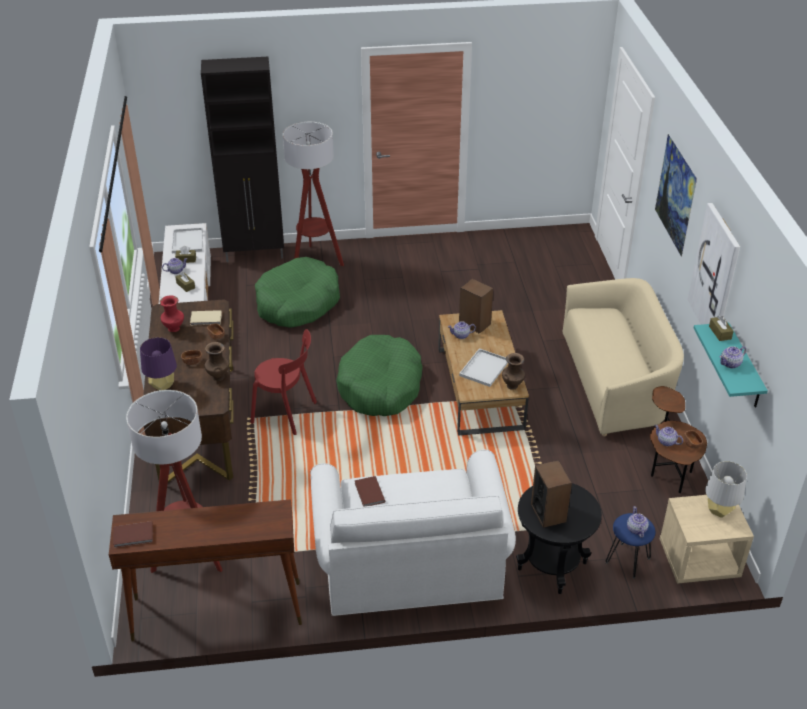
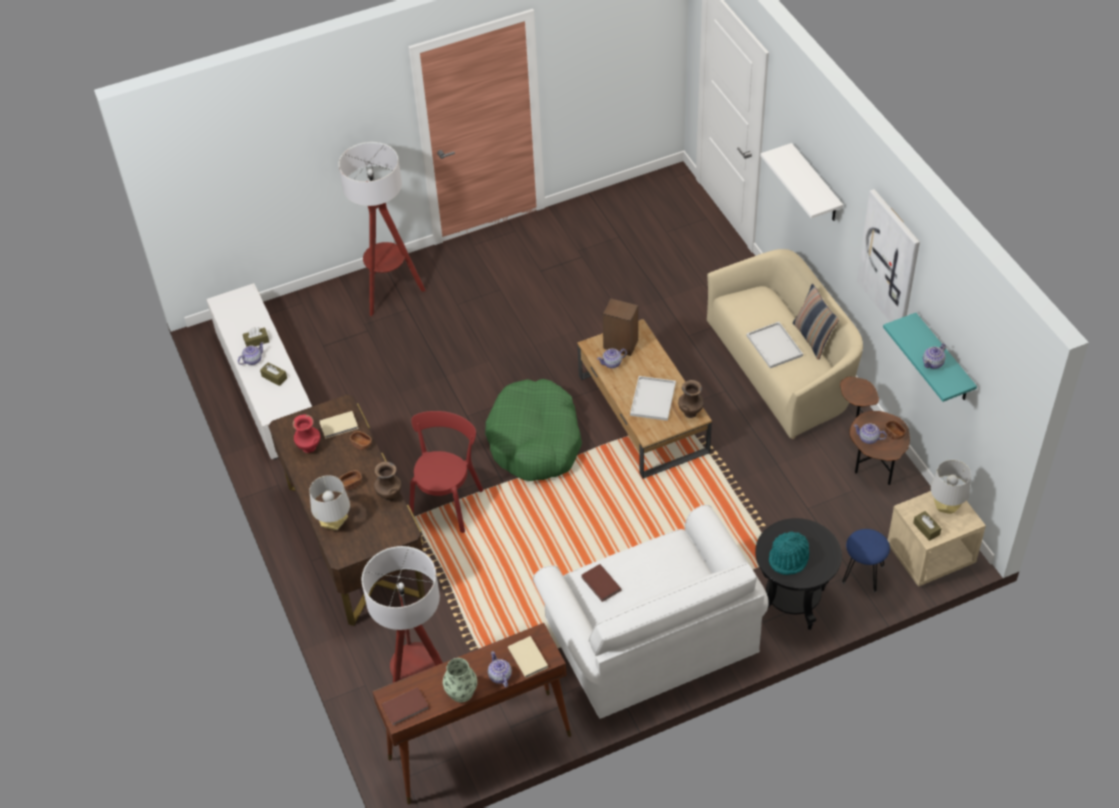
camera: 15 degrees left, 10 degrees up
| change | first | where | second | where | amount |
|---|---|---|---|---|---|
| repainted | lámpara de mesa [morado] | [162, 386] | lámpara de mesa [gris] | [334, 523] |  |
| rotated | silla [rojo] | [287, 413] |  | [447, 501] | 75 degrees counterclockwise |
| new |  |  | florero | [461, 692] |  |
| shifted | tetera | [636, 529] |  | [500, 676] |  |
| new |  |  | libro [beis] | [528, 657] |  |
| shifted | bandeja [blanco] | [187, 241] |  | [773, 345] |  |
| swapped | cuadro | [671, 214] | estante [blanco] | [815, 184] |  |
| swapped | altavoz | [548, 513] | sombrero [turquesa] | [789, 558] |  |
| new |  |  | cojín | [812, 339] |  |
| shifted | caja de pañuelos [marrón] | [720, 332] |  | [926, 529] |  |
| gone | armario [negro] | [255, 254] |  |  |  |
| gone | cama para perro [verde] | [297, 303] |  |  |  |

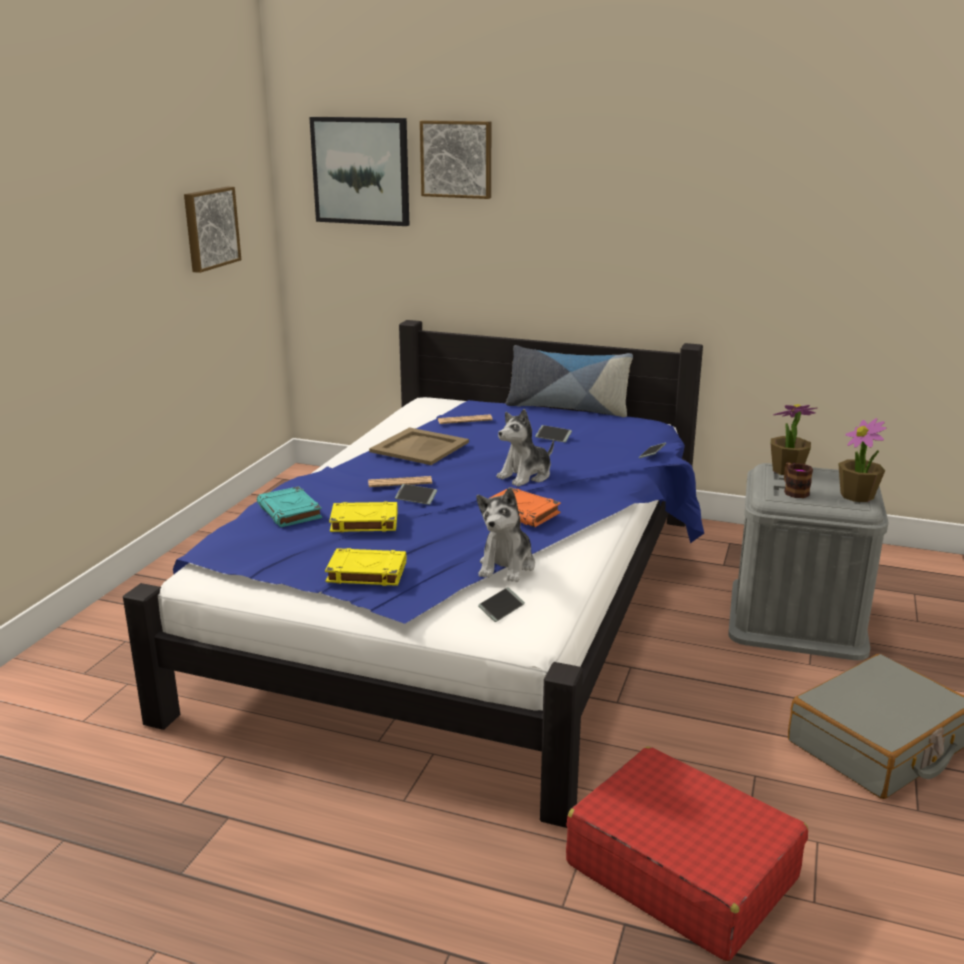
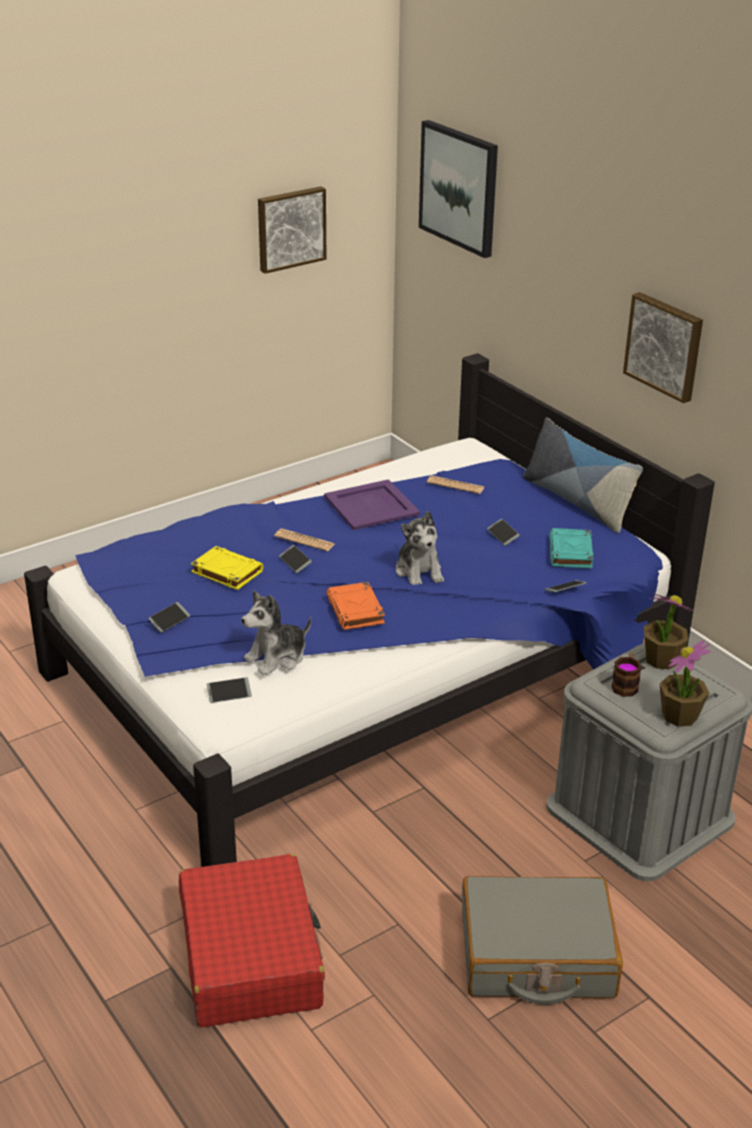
camera: 35 degrees right, 10 degrees up
| change | first | where | second | where | amount |
|---|---|---|---|---|---|
| swapped | libro [amarillo] | [365, 572] | móvil | [169, 621] |  |
| repainted | bandeja [beis] | [420, 447] | bandeja [morado] | [372, 505] |  |
| rotated | peluche | [526, 476] |  | [419, 572] | 105 degrees counterclockwise |
| shifted | libro [turquesa] | [290, 512] |  | [571, 553] |  |
| shifted | cuadro | [457, 159] |  | [665, 346] |  |

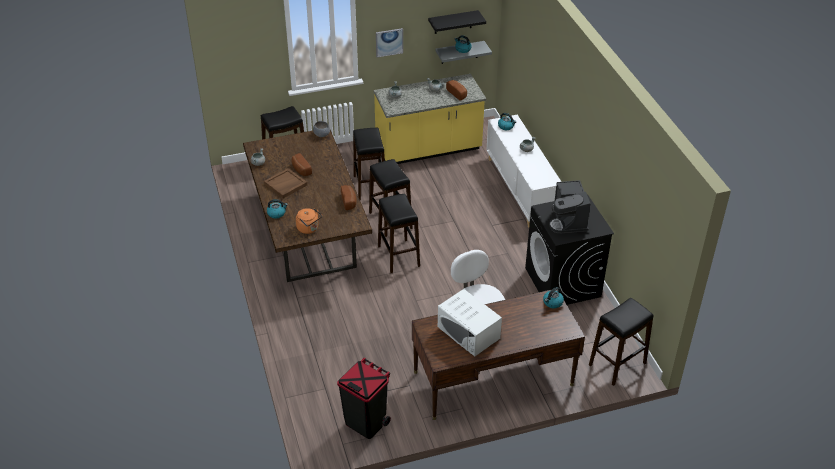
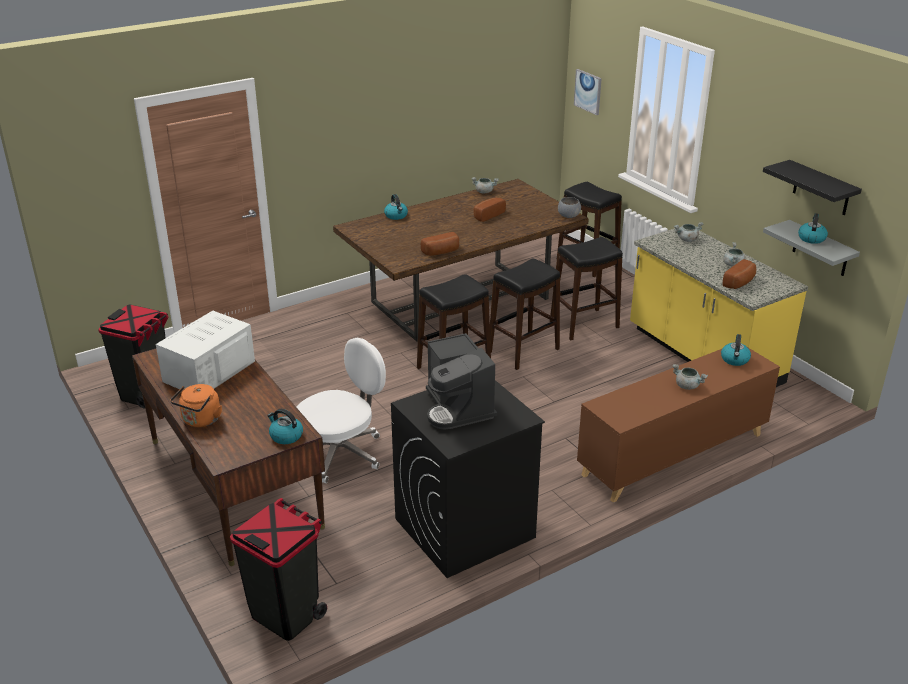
camera: 75 degrees right, 10 degrees down
| change | first | where | second | where | amount |
|---|---|---|---|---|---|
| shifted | hervidor [naranja] | [309, 229] |  | [200, 421] |  |
| swapped | taburete [negro] | [617, 364] | papelera [negro] | [286, 614] |  |
| rotated | cafetera | [568, 221] |  | [458, 408] | 90 degrees counterclockwise |
| shifted | cuadro | [389, 42] |  | [588, 91] |  |
| repainted | armario [blanco] | [520, 190] | armario [marrón] | [672, 455] |  |
| gone | bandeja [marrón] | [285, 185] |  |  |  |

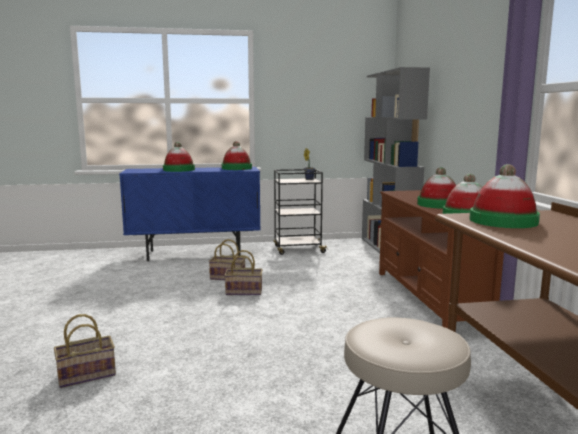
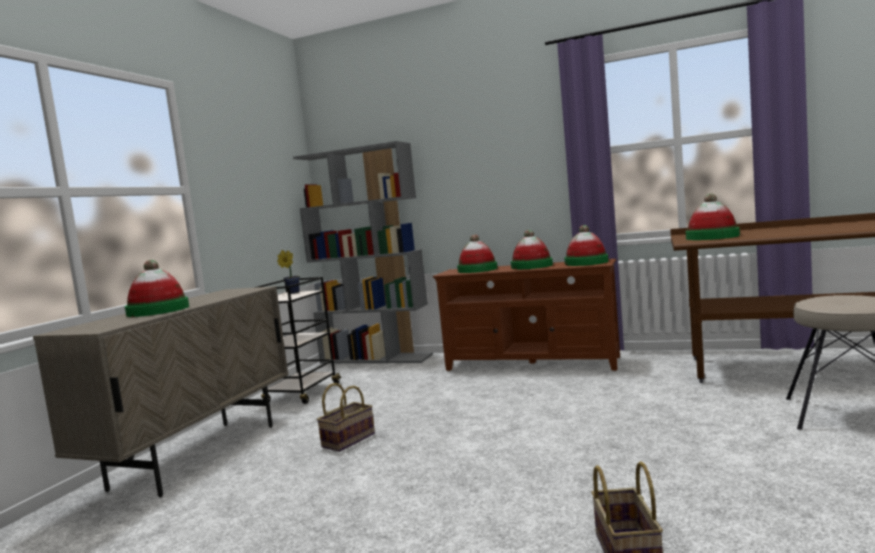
camera: 60 degrees left, 5 degrees down
| change | first | where | second | where | amount |
|---|---|---|---|---|---|
| repainted | armario [azul] | [195, 254] | armario [beis] | [198, 455] |  |
| shifted | sombrero | [236, 168] |  | [477, 270] |  |
| gone | cesta | [245, 291] |  |  |  |

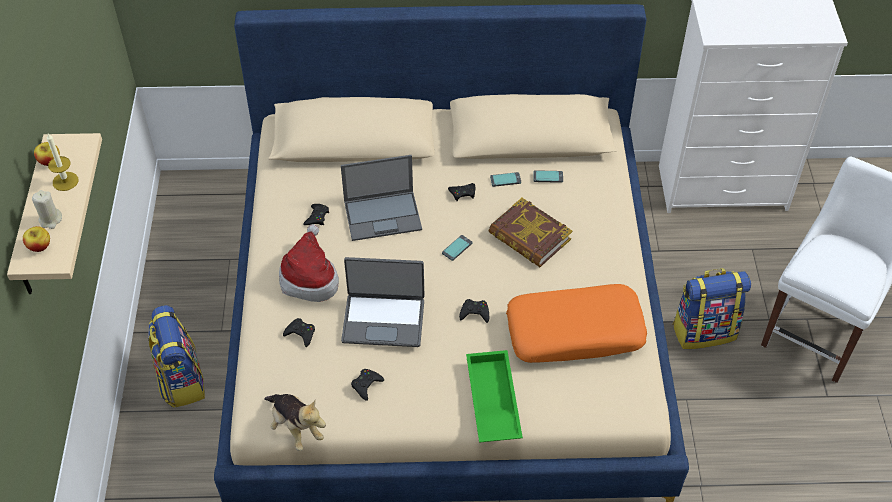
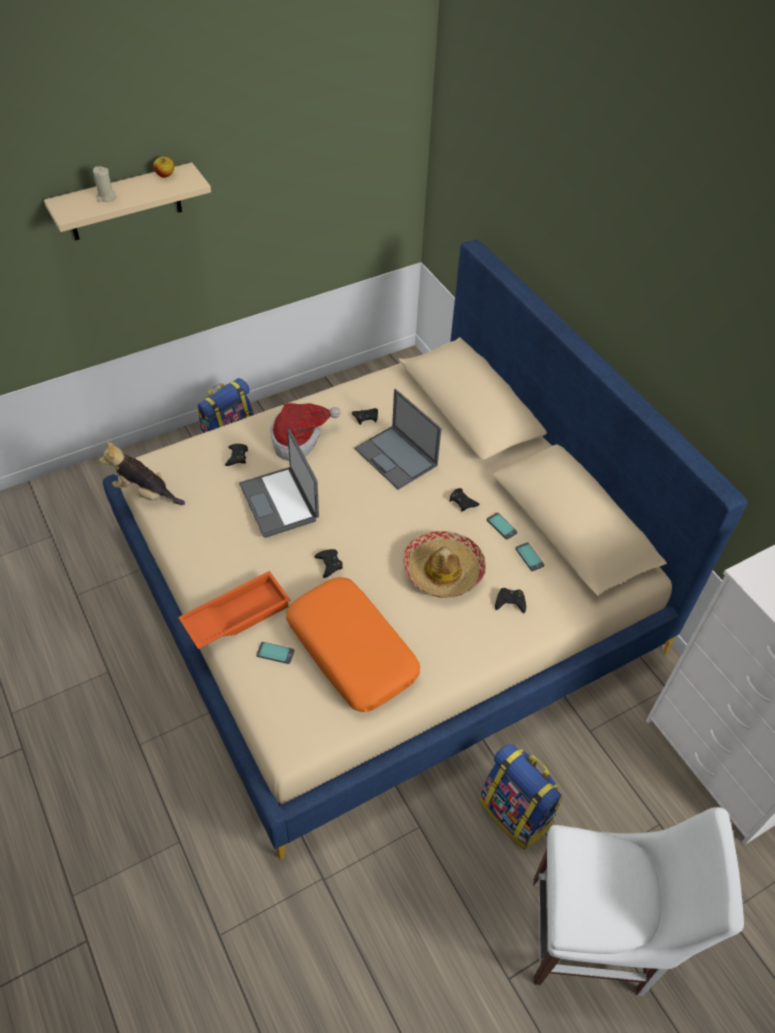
camera: 60 degrees right, 0 degrees up
| change | first | where | second | where | amount |
|---|---|---|---|---|---|
| rotated | peluche | [295, 427] |  | [145, 493] | 90 degrees clockwise |
| repainted | bandeja [verde] | [491, 401] | bandeja [naranja] | [236, 614] |  |
| shifted | móvil | [457, 248] |  | [275, 653] |  |
| swapped | libro | [529, 237] | sombrero | [443, 571] |  |
| shifted | mando de consola [negro] | [366, 385] |  | [510, 602] |  |
| gone | manzana | [39, 246] |  |  |  |
| gone | vela | [65, 181] |  |  |  |

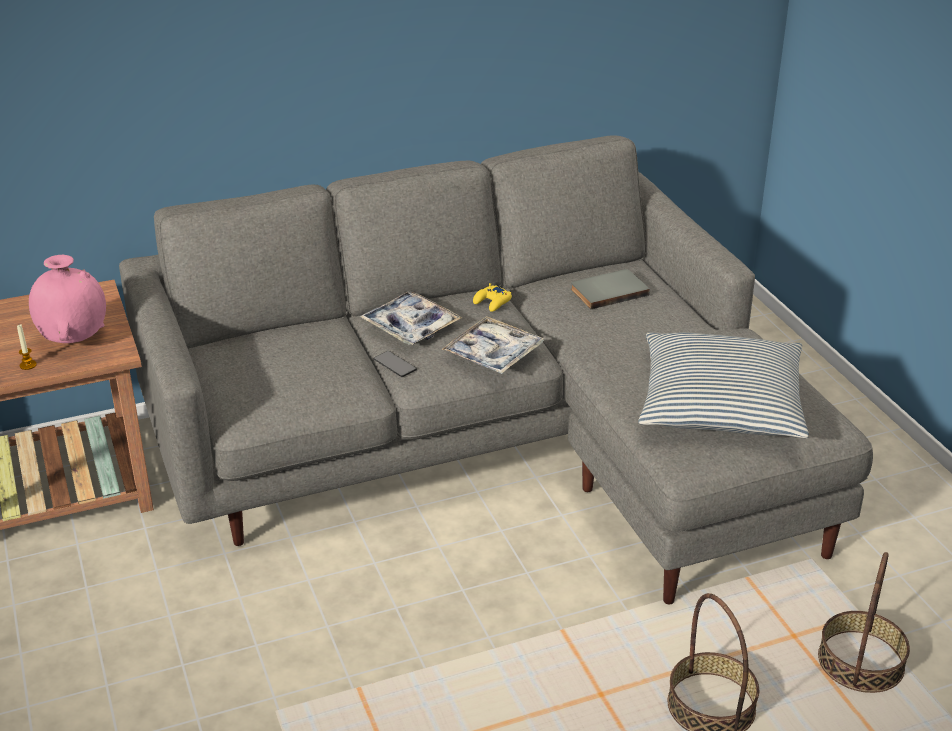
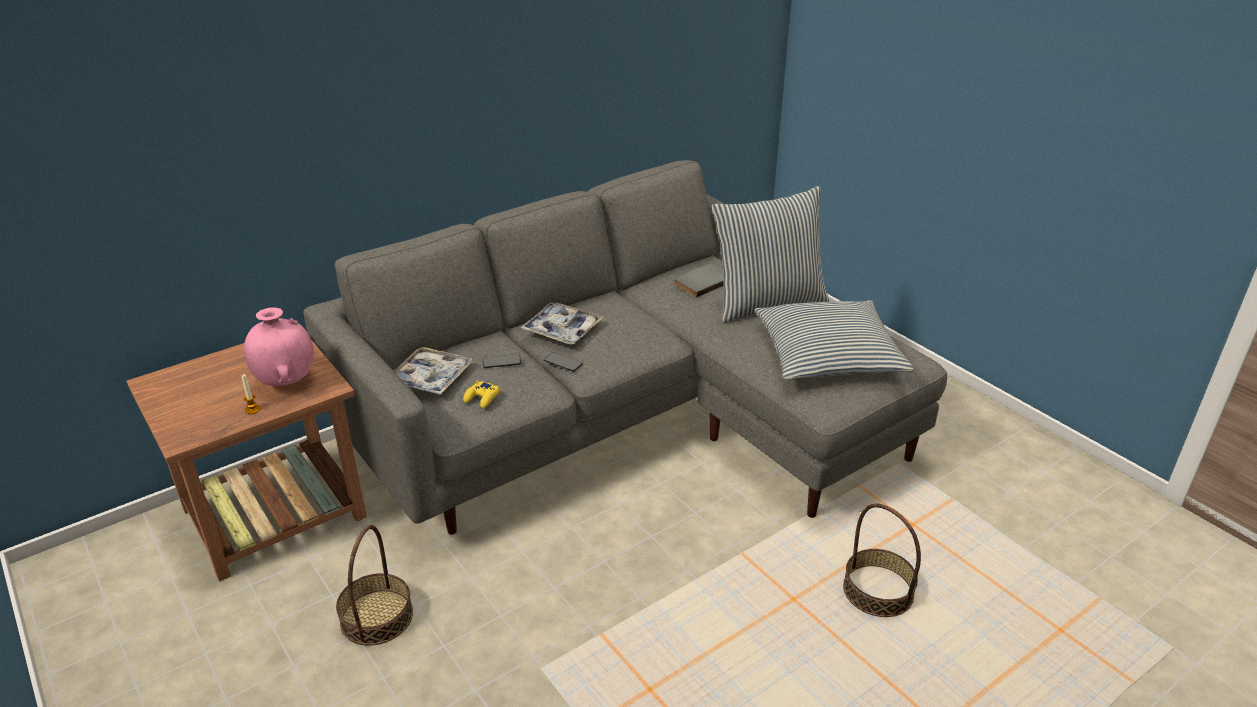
camera: 15 degrees left, 0 degrees up
| change | first | where | second | where | amount |
|---|---|---|---|---|---|
| shifted | cesta | [860, 661] |  | [376, 617] |  |
| shifted | bandeja | [493, 354] |  | [431, 378] |  |
| shifted | mando de consola [amarillo] | [492, 302] |  | [482, 398] |  |
| new |  |  | móvil | [502, 362] |  |
| new |  |  | cojín | [767, 302] |  |

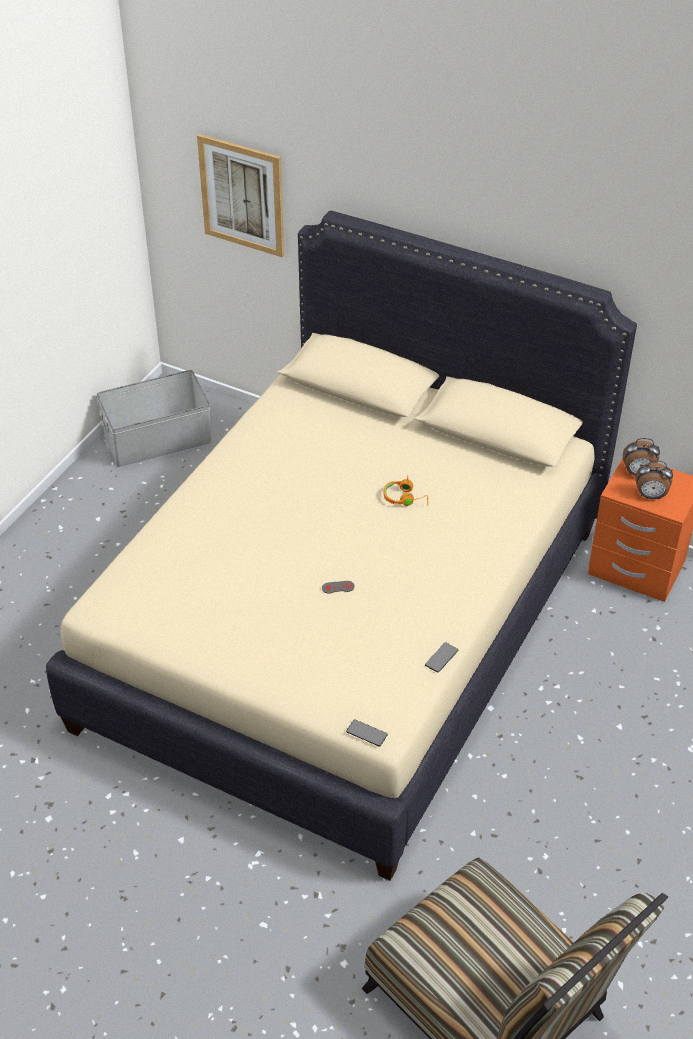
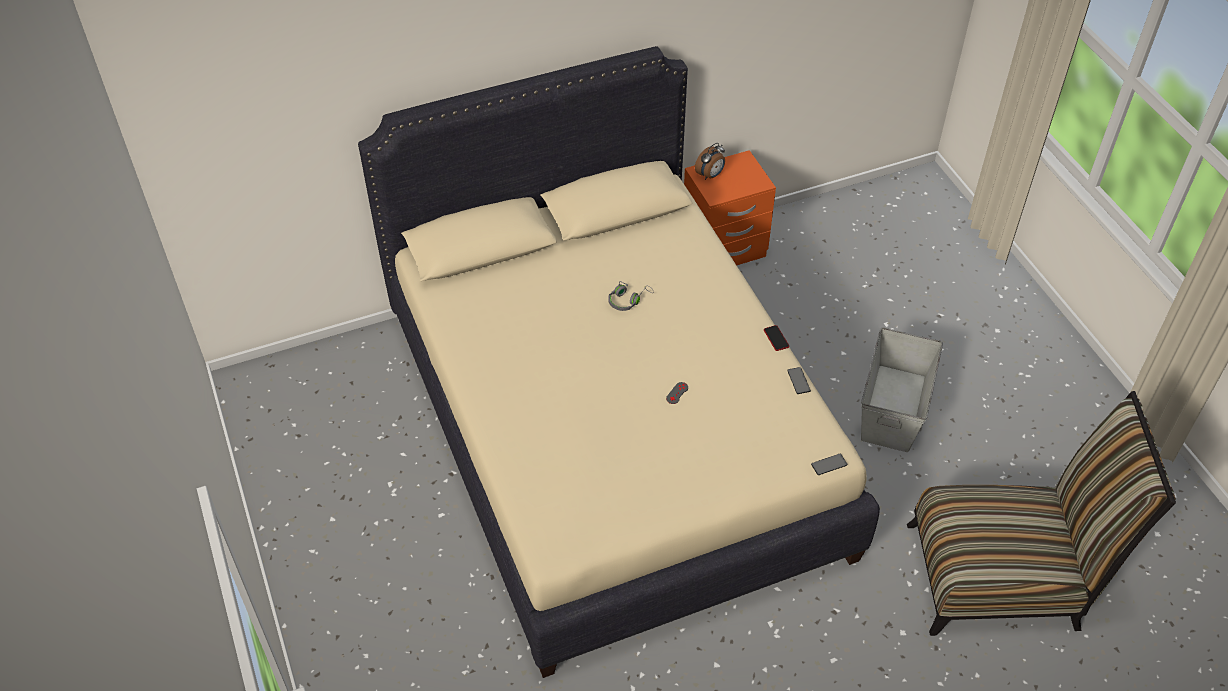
camera: 50 degrees left, 5 degrees up
| change | first | where | second | where | amount |
|---|---|---|---|---|---|
| repainted | auriculares [naranja] | [405, 498] | auriculares [gris] | [628, 300] |  |
| new |  |  | móvil | [776, 338] |  |
| shifted | caja de almacenaje [gris] | [159, 441] |  | [894, 407] |  |
| gone | cuadro | [242, 195] |  |  |  |
| gone | despertador | [650, 496] |  |  |  |

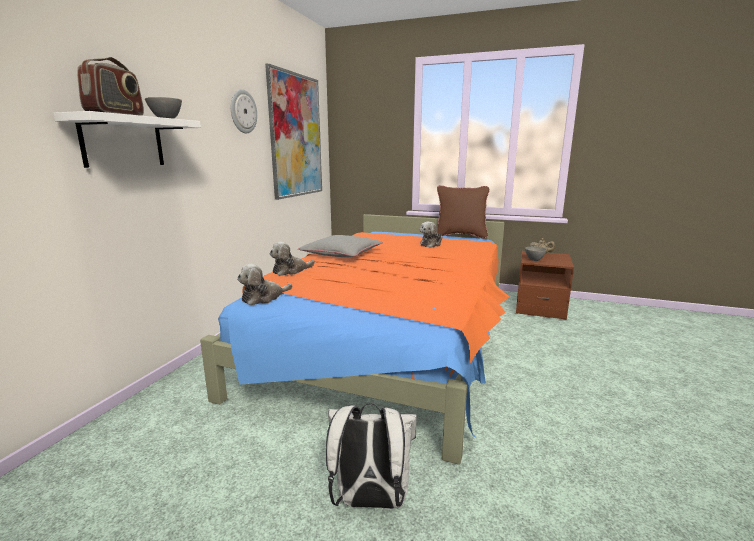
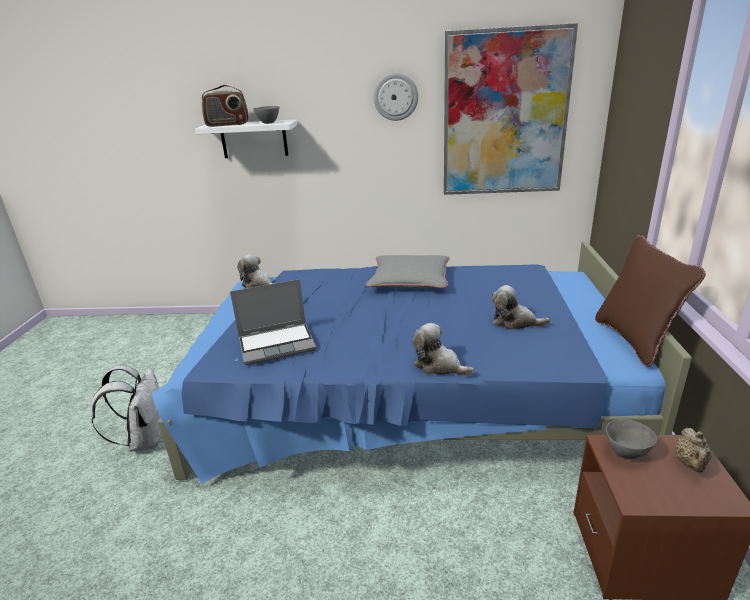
camera: 75 degrees right, 10 degrees up
| change | first | where | second | where | amount |
|---|---|---|---|---|---|
| repainted | cama [naranja] | [392, 336] | cama [azul] | [404, 396] |  |
| new |  |  | portátil | [278, 344] |  |
| shifted | peluche | [291, 271] |  | [439, 366] |  |

